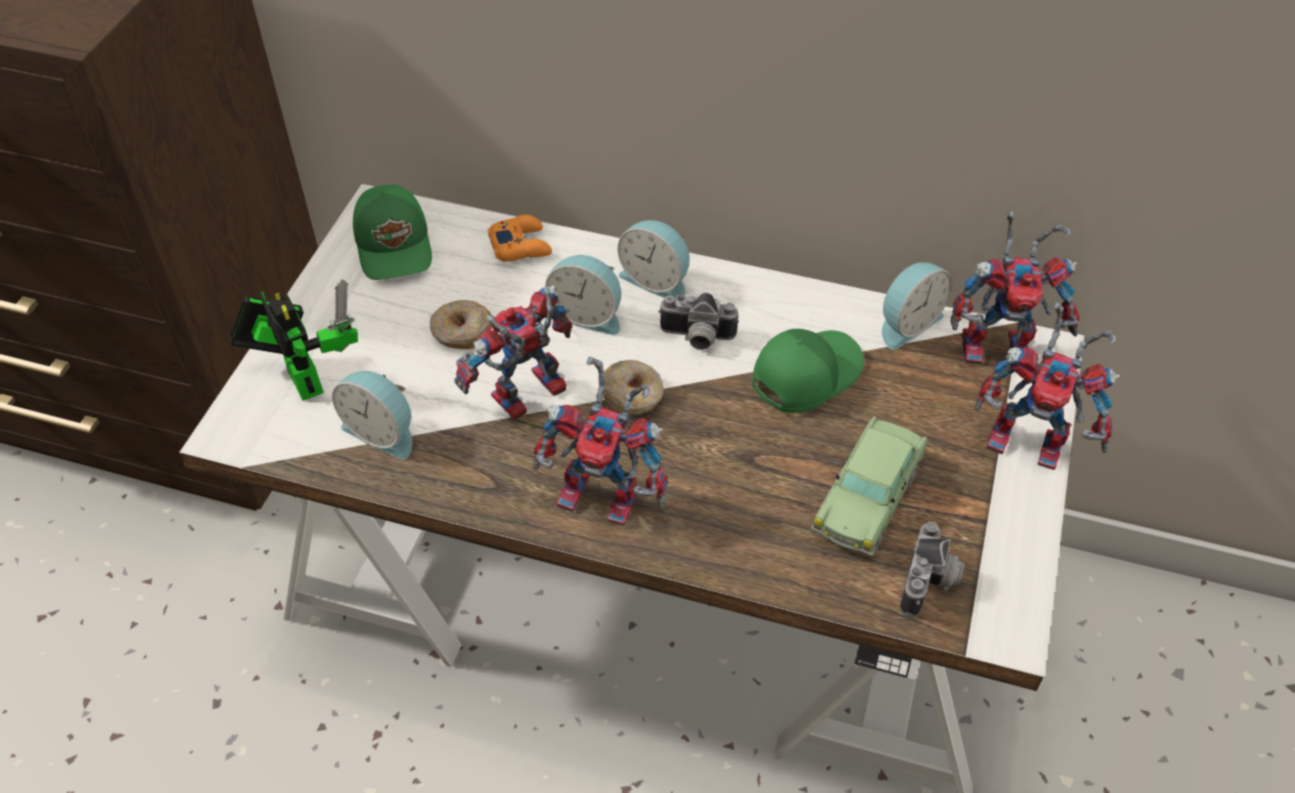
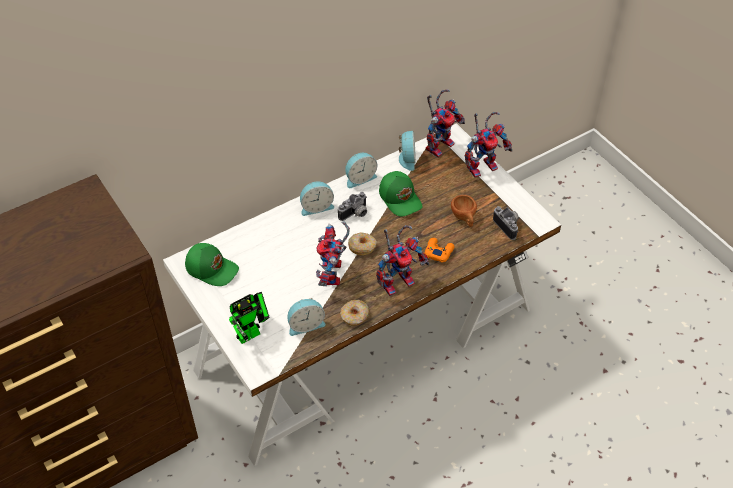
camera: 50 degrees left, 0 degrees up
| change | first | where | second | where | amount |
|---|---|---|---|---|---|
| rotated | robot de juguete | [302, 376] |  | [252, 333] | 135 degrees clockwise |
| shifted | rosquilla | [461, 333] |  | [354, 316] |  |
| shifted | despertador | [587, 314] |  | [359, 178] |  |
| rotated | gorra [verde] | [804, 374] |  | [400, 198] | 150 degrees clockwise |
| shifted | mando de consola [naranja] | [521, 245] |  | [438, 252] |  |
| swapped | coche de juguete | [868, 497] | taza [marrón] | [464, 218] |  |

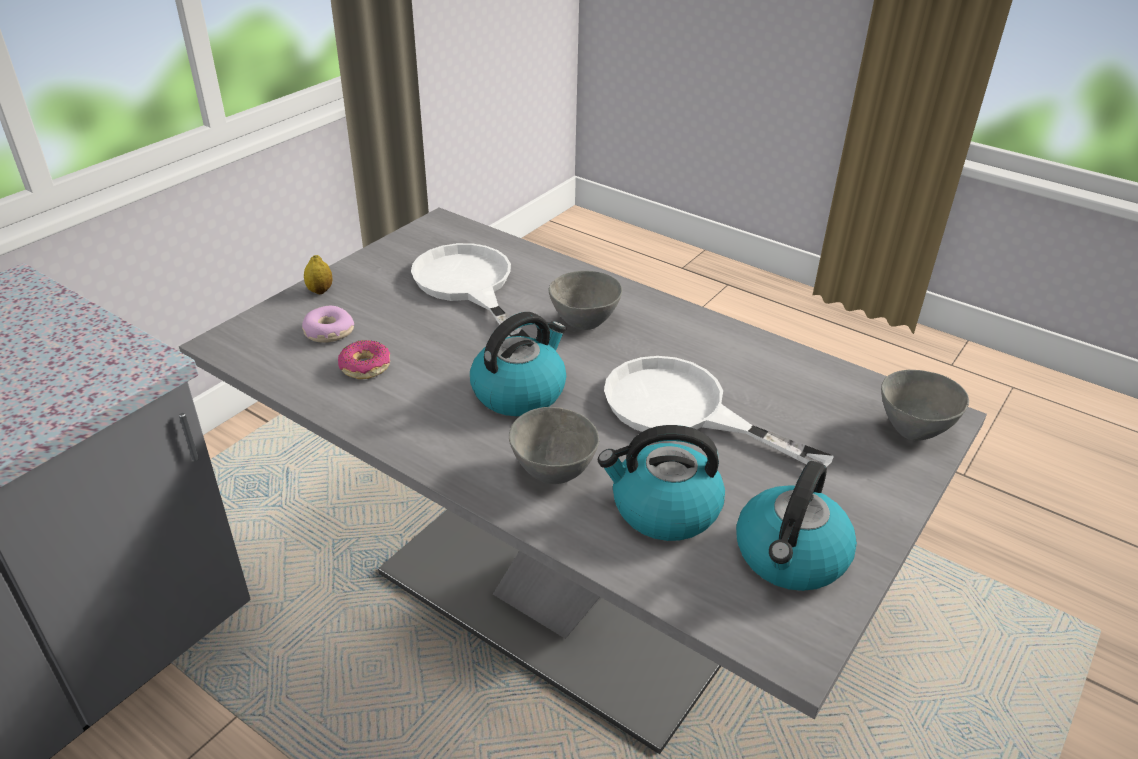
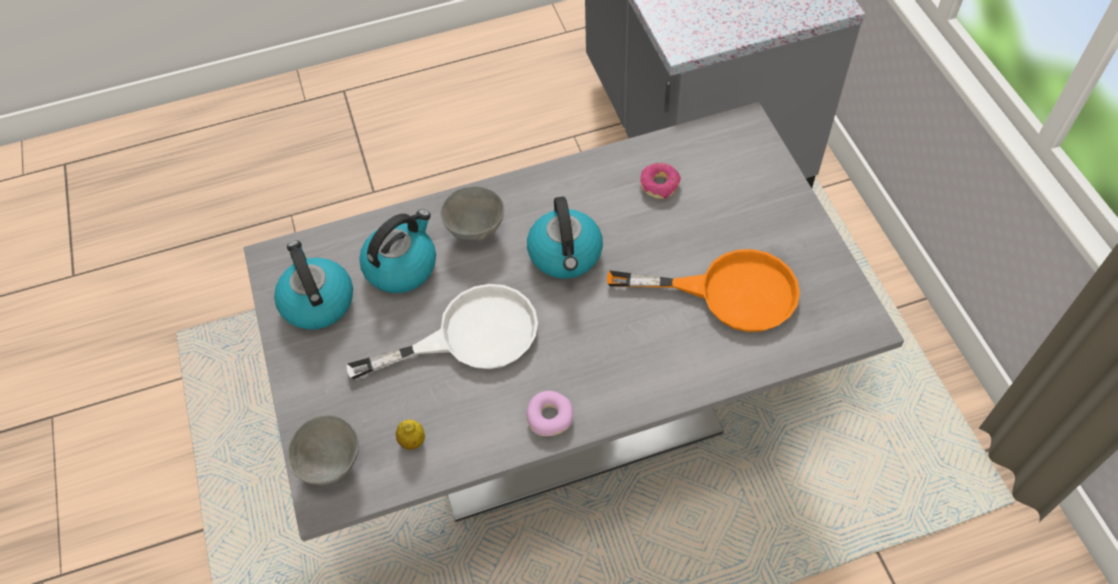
camera: 130 degrees right, 20 degrees up
| change | first | where | second | where | amount |
|---|---|---|---|---|---|
| shifted | limón | [320, 291] |  | [412, 441] |  |
| shifted | rosquilla | [328, 332] |  | [550, 417] |  |
| repainted | sartén [blanco] | [469, 287] | sartén [naranja] | [729, 292] |  |
| gone | cuenco [gris] | [584, 323] |  |  |  |

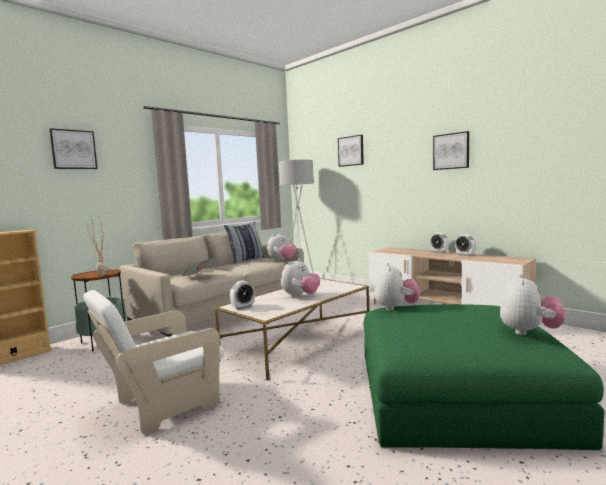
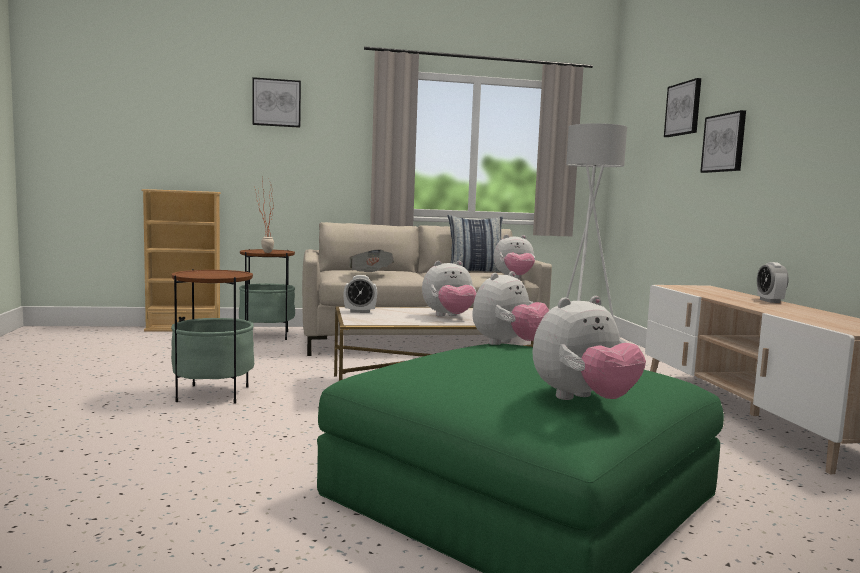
camera: 35 degrees right, 0 degrees up
| change | first | where | second | where | amount |
|---|---|---|---|---|---|
| swapped | sillón [blanco] | [162, 406] | mesa auxiliar | [213, 394] |  |
| shifted | cuadro | [451, 151] |  | [724, 143] |  |
| gone | despertador | [465, 255] |  |  |  |

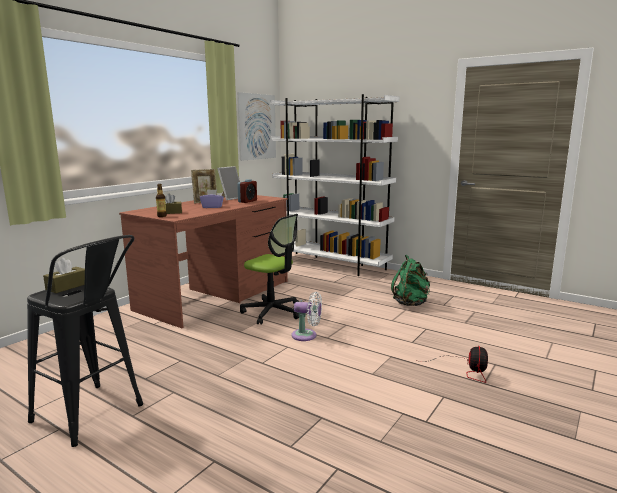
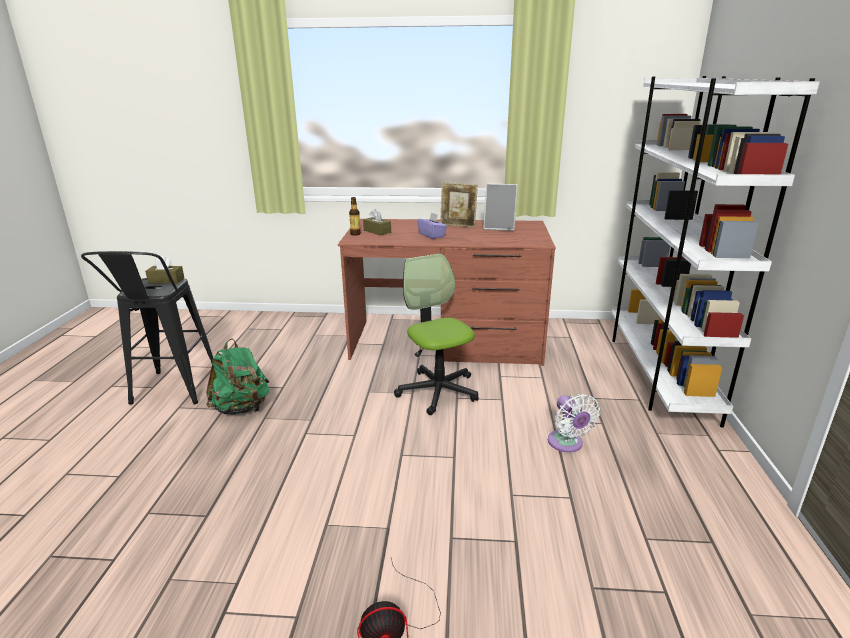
camera: 60 degrees right, 10 degrees up
| change | first | where | second | where | amount |
|---|---|---|---|---|---|
| shifted | mochila [verde] | [411, 303] |  | [242, 408] |  |
| rotated | silla de oficina | [272, 312] |  | [438, 391] | 150 degrees clockwise |
| shifted | ventilador [blanco] | [307, 336] |  | [567, 444] |  |
| gone | cuadro | [257, 127] |  |  |  |
| gone | despertador | [247, 201] |  |  |  |

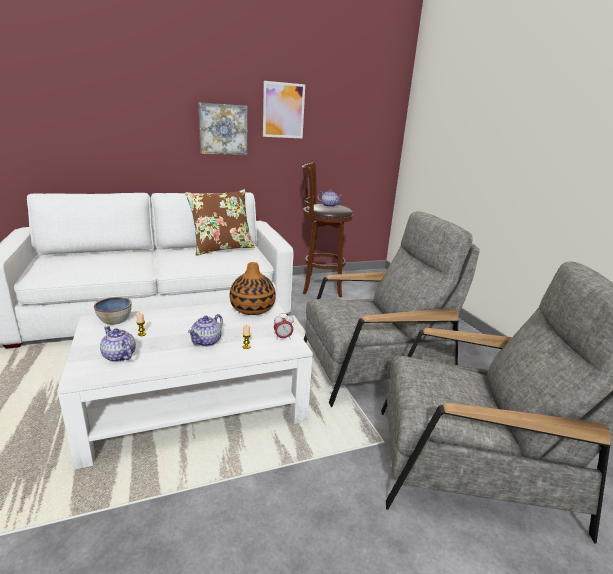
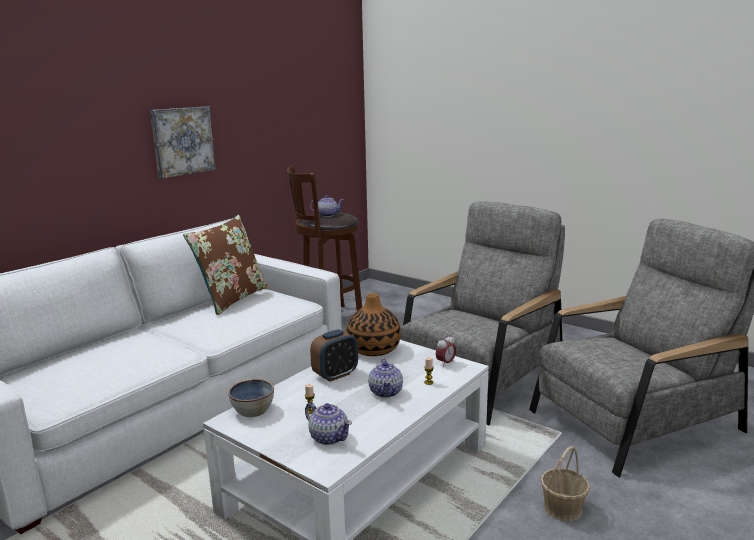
camera: 30 degrees left, 5 degrees down
| change | first | where | second | where | amount |
|---|---|---|---|---|---|
| rotated | tetera | [119, 356] |  | [329, 437] | 150 degrees counterclockwise |
| new |  |  | despertador | [335, 375] |  |
| new |  |  | cesta | [563, 508] |  |
| gone | cuadro | [283, 110] |  |  |  |

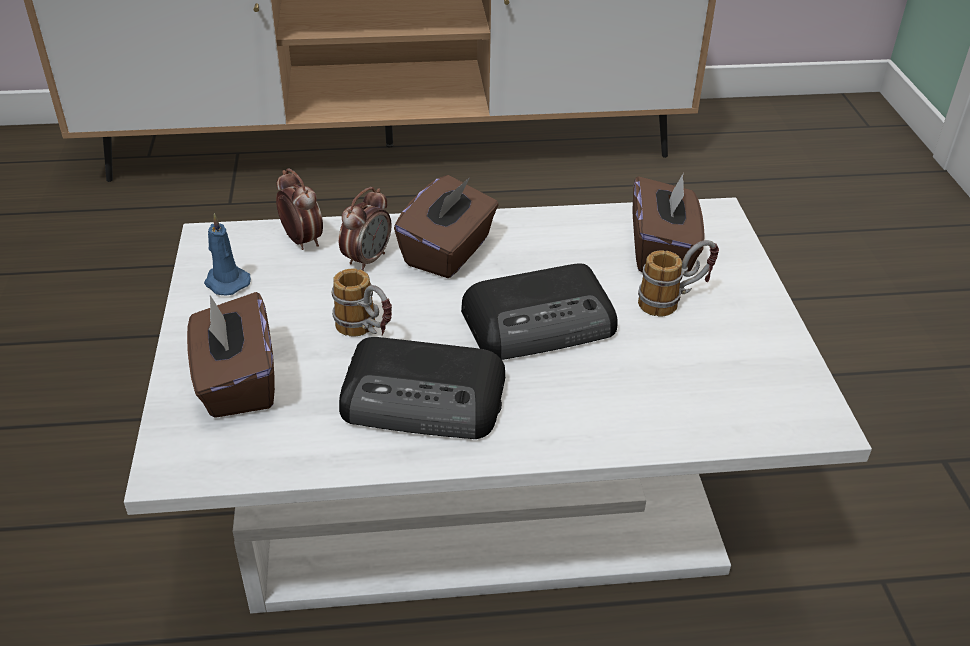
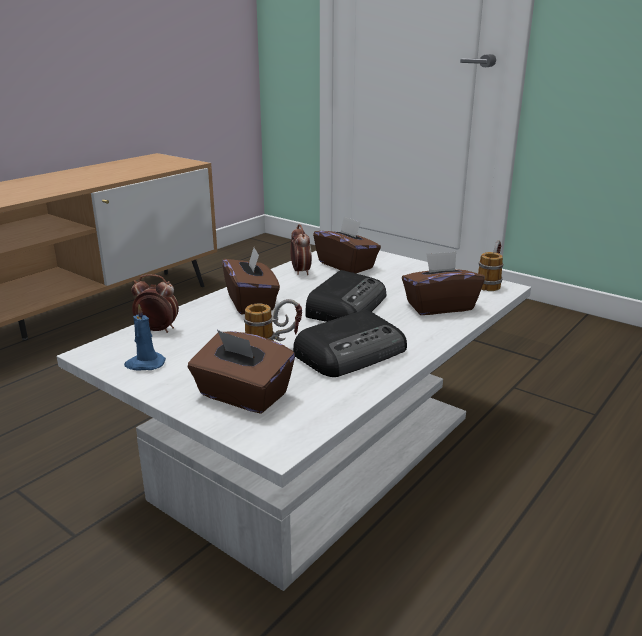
camera: 45 degrees left, 15 degrees down
| change | first | where | second | where | amount |
|---|---|---|---|---|---|
| shifted | despertador | [367, 260] |  | [300, 272] |  |
| new |  |  | caja de pañuelos [marrón] | [439, 306] |  |
| shifted | taza grande | [674, 301] |  | [490, 283] |  |

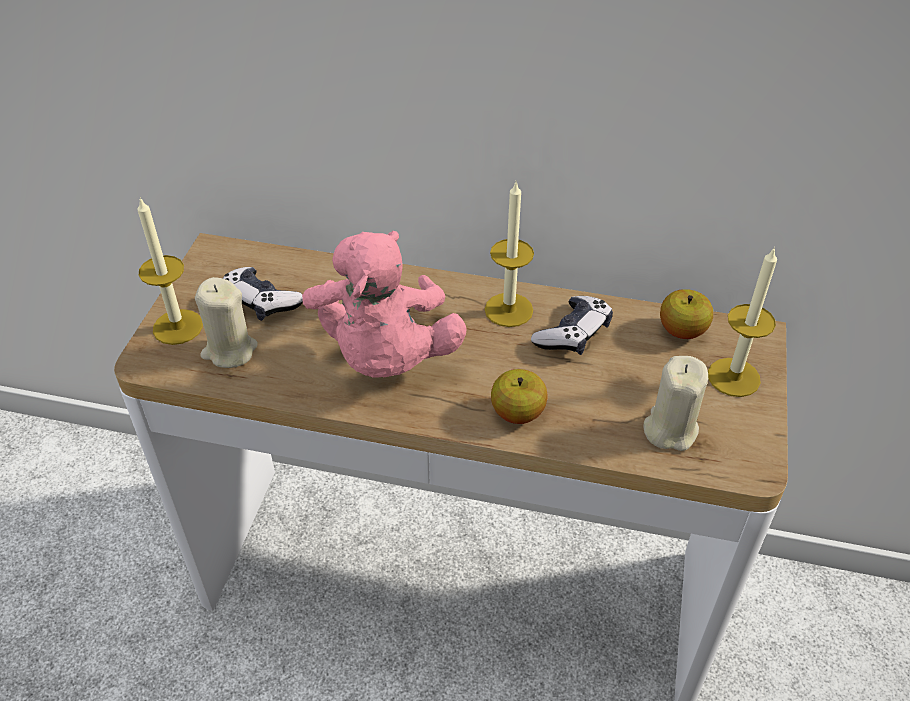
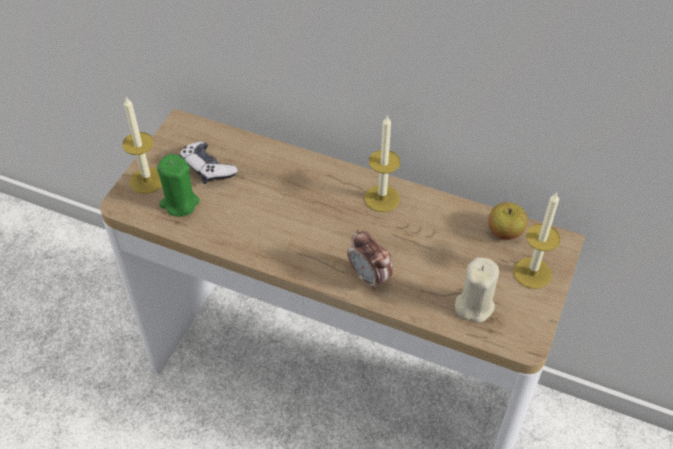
camera: 10 degrees right, 5 degrees up
| change | first | where | second | where | amount |
|---|---|---|---|---|---|
| repainted | vela [beis] | [229, 350] | vela [verde] | [179, 203] |  |
| swapped | manzana | [517, 413] | despertador | [369, 278] |  |
| gone | peluche [rosa] | [385, 356] |  |  |  |
| gone | mando de consola | [573, 334] |  |  |  |

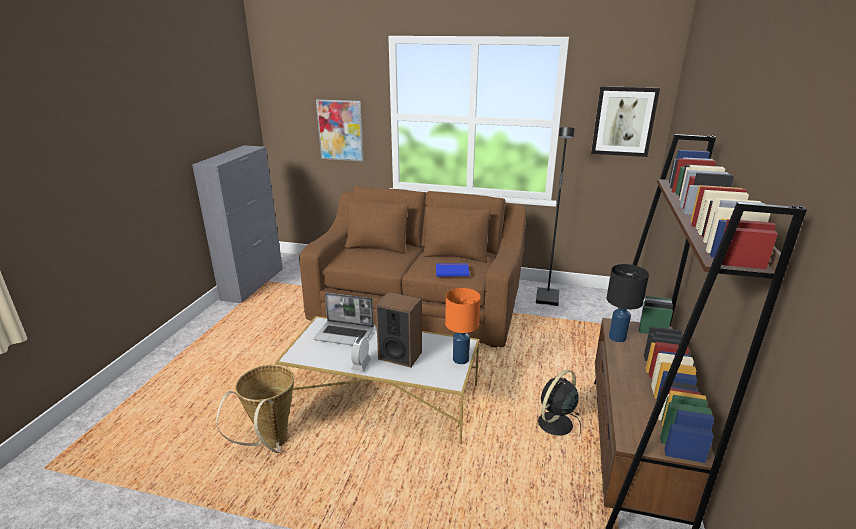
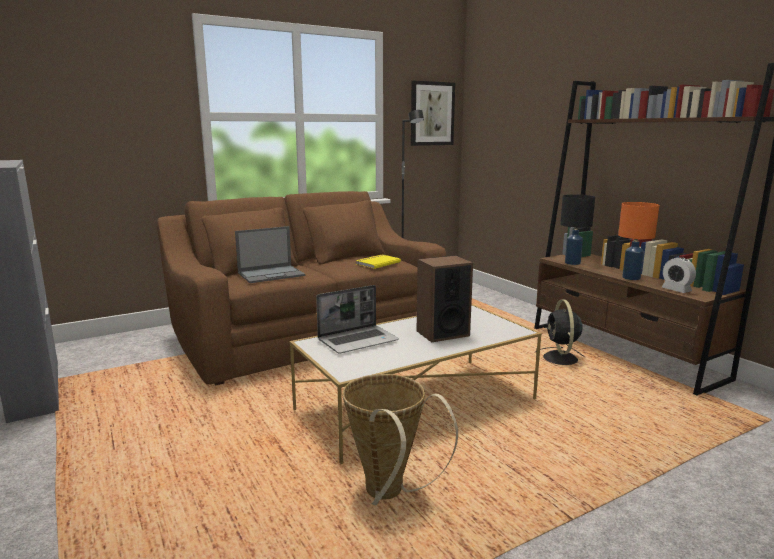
camera: 45 degrees left, 10 degrees down
| change | first | where | second | where | amount |
|---|---|---|---|---|---|
| new |  |  | portátil | [272, 274] |  |
| repainted | libro [azul] | [452, 271] | libro [amarillo] | [377, 263] |  |
| shifted | lámpara de mesa [naranja] | [461, 359] |  | [631, 278] |  |
| shifted | despertador | [361, 364] |  | [676, 290] |  |
| gone | cuadro | [340, 130] |  |  |  |

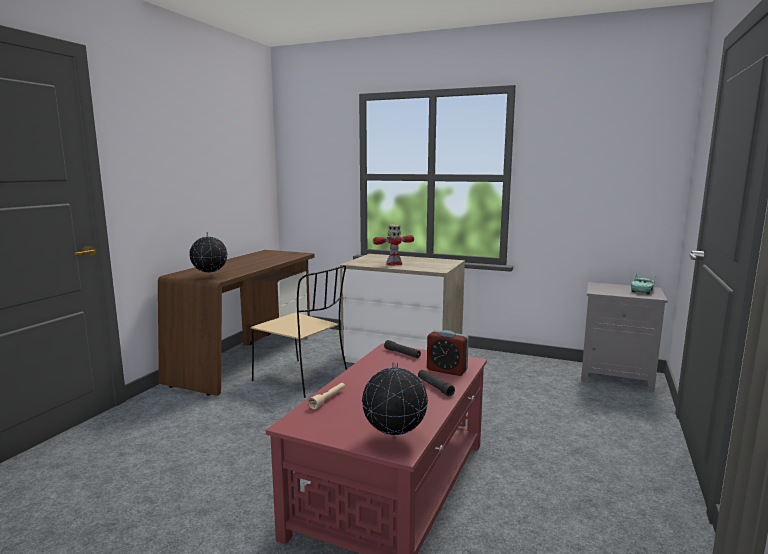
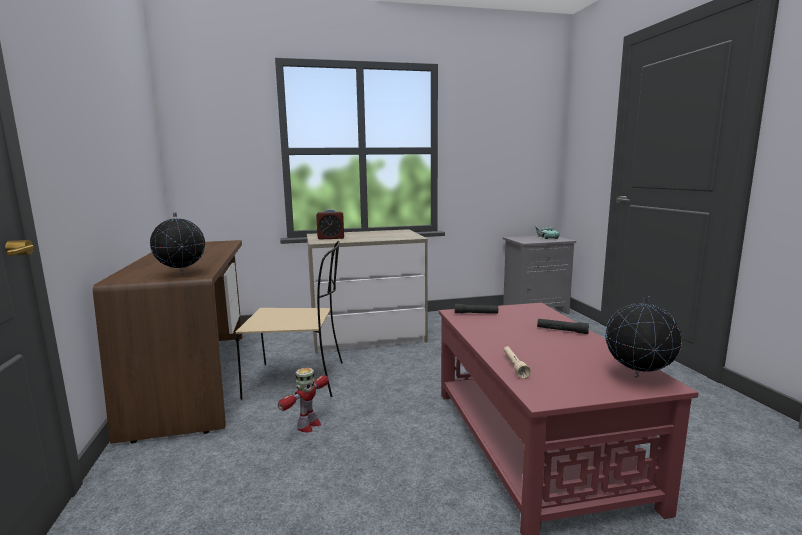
camera: 35 degrees left, 0 degrees up
| change | first | where | second | where | amount |
|---|---|---|---|---|---|
| shifted | robot de juguete | [394, 264] |  | [308, 426] |  |
| shifted | despertador | [447, 370] |  | [331, 238] |  |

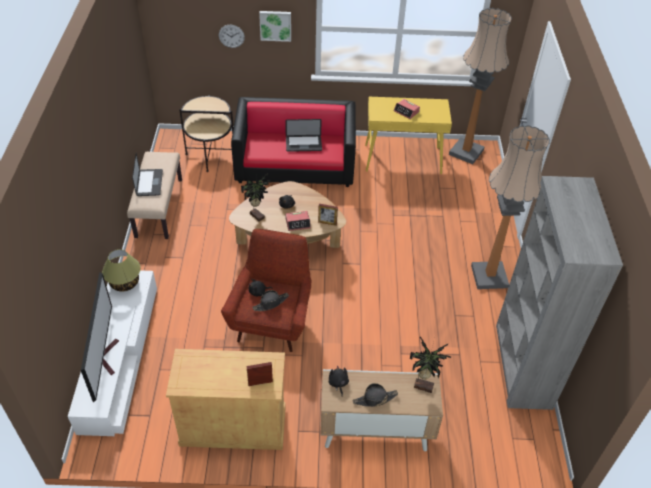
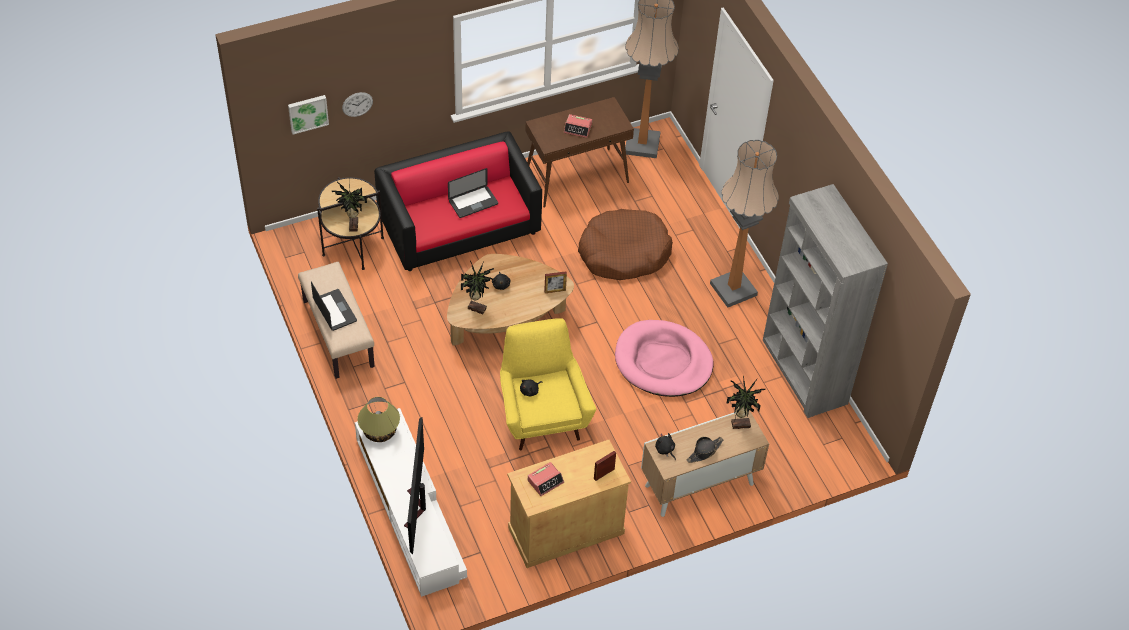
camera: 25 degrees left, 5 degrees up
| change | first | where | second | where | amount |
|---|---|---|---|---|---|
| shifted | cuadro | [275, 25] |  | [308, 113] |  |
| new |  |  | planta en maceta | [352, 225] |  |
| rotated | televisor | [106, 356] |  | [416, 510] | 150 degrees counterclockwise |
| repainted | sillón [rojo] | [272, 321] | sillón [amarillo] | [542, 416] |  |
| repainted | mesa consola [amarillo] | [403, 159] | mesa consola [marrón] | [577, 177] |  |
| shifted | despertador | [298, 223] |  | [545, 481] |  |
| new |  |  | cama para perro [marrón] | [623, 253] |  |
| new |  |  | cama para perro [rosa] | [663, 362] |  |
| gone | sombrero [negro] | [271, 303] |  |  |  |

